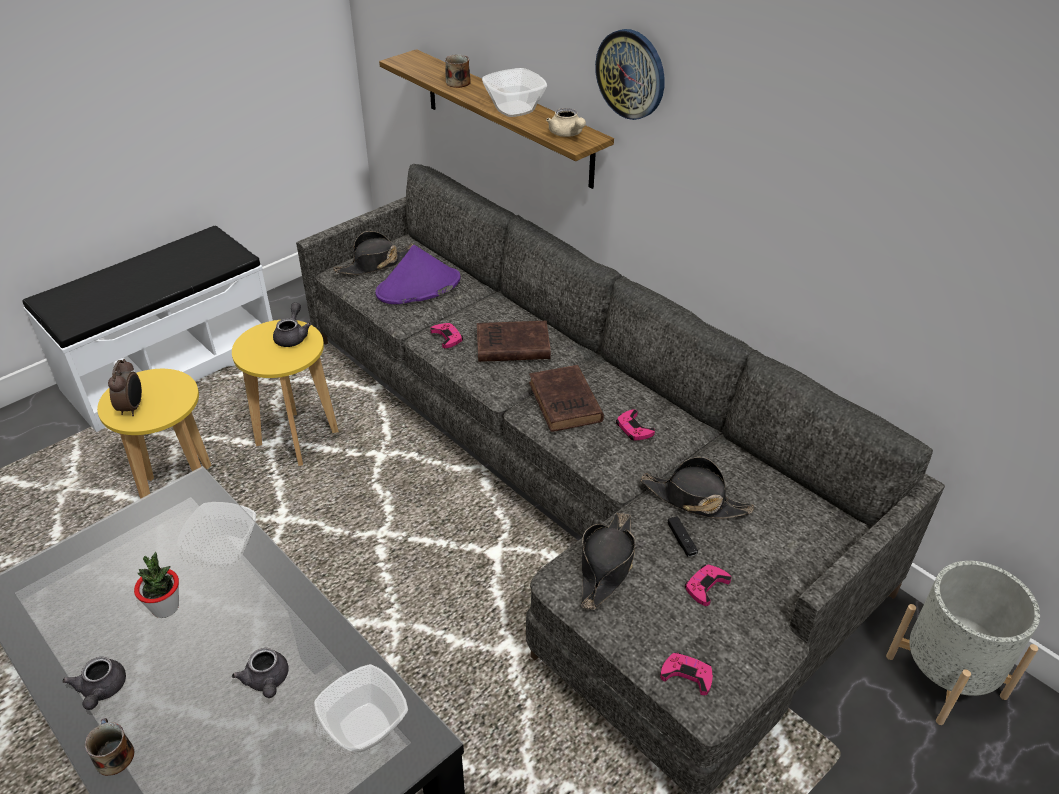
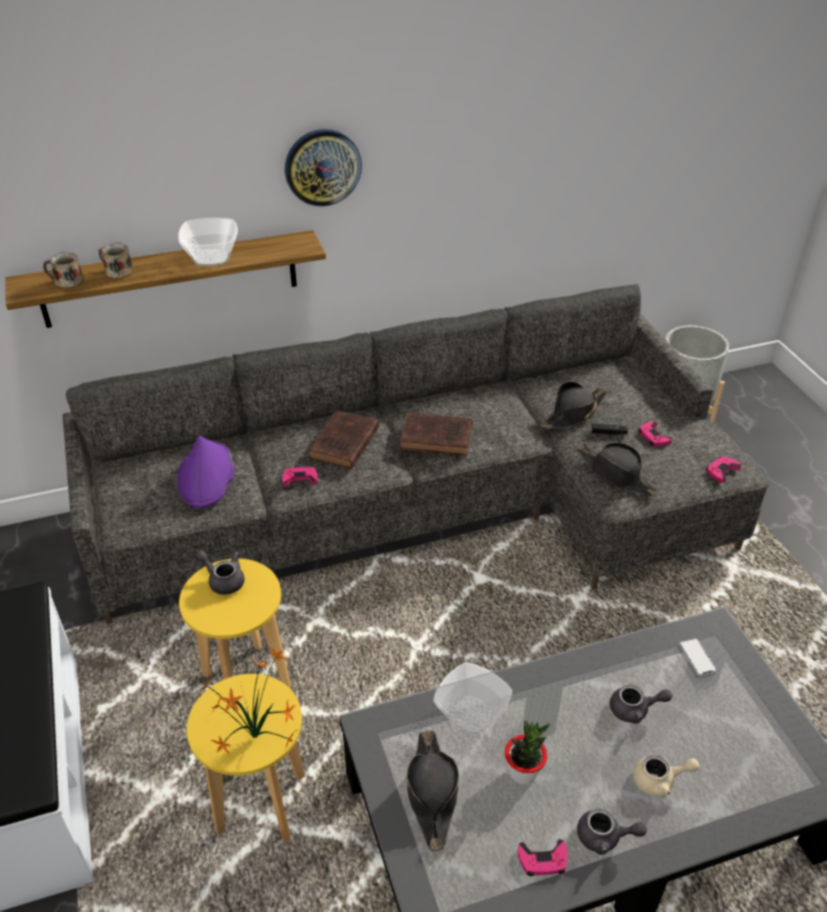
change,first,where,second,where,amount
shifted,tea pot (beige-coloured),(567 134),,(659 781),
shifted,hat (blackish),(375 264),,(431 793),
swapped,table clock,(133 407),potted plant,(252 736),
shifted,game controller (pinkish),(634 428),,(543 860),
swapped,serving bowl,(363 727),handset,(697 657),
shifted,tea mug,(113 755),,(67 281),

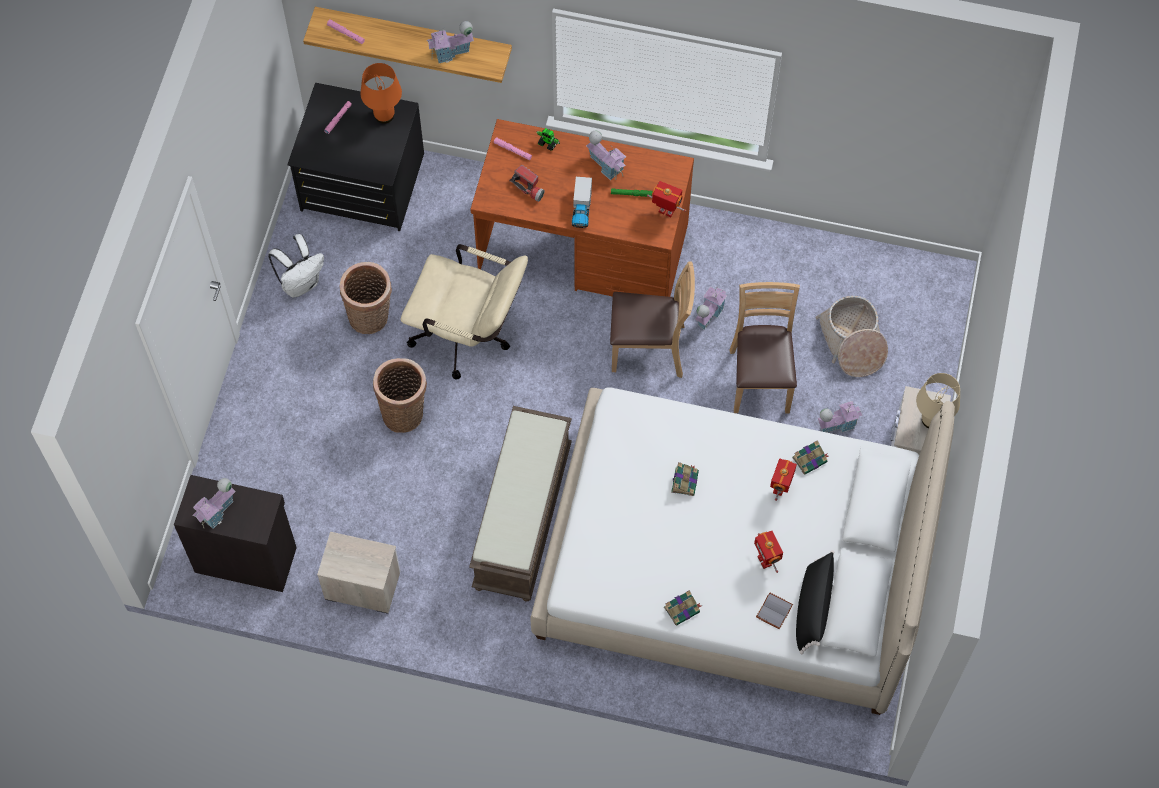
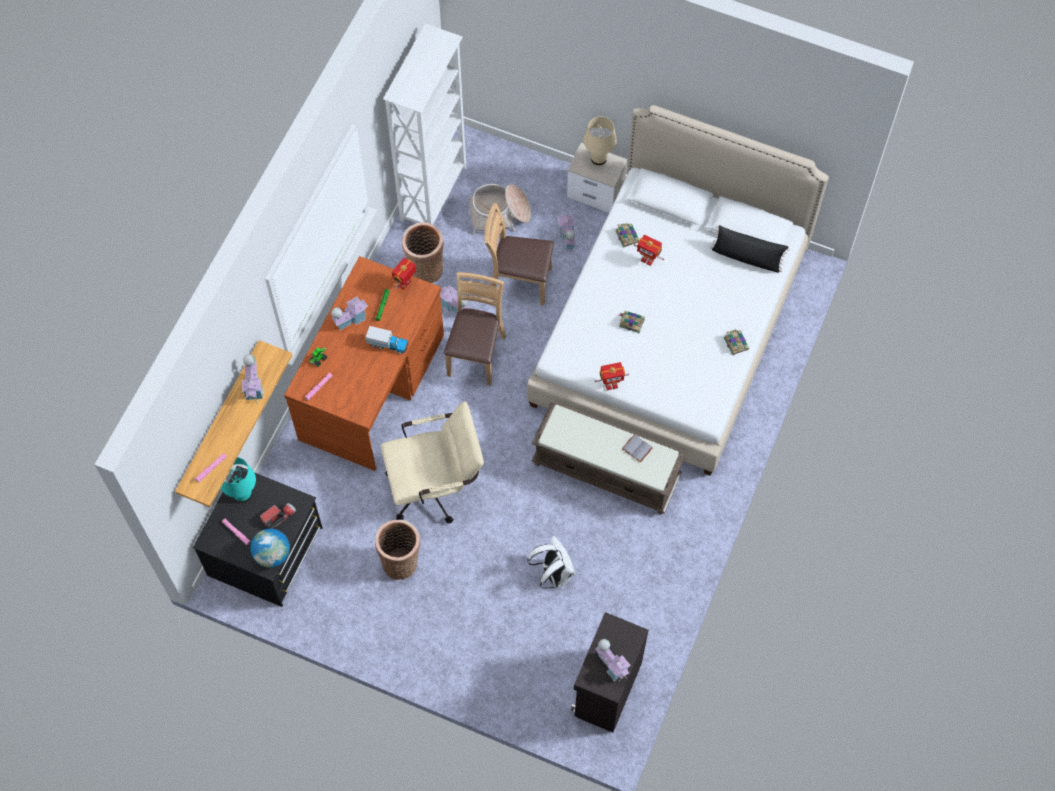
change,first,where,second,where,amount
repainted,tabletop lamp (orange-coloured),(384 115),tabletop lamp (turquoise-coloured),(243 494),
shifted,flashlight,(529 187),,(278 516),
shifted,rucksack (white-coloured),(301 283),,(553 573),
rotated,computer chair (beige-coloured),(468 336),,(436 487),45 degrees clockwise
shifted,storage basket,(404 412),,(425 268),
shifted,model robot,(765 560),,(611 385),
gone,night table,(361 585),,,
shifted,book (greyish),(773 610),,(636 449),
new,,,bookcase (white-coloured),(434 193),
new,,,desk globe,(272 555),

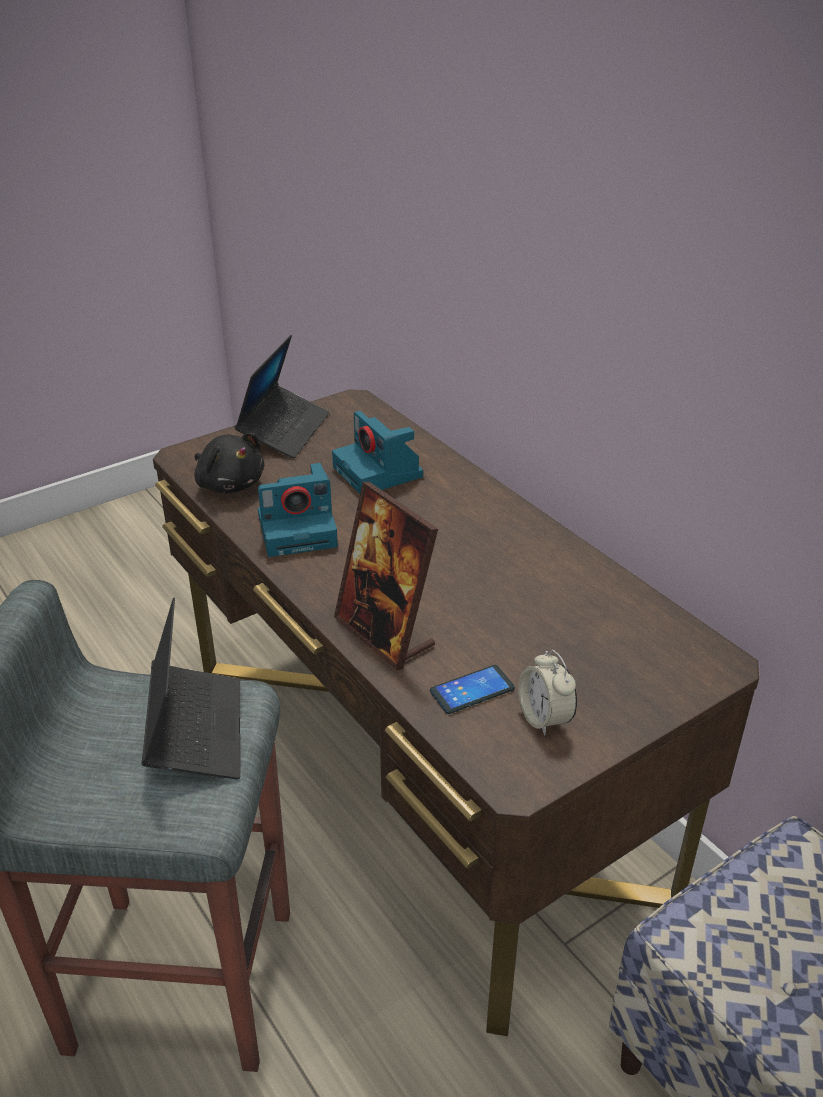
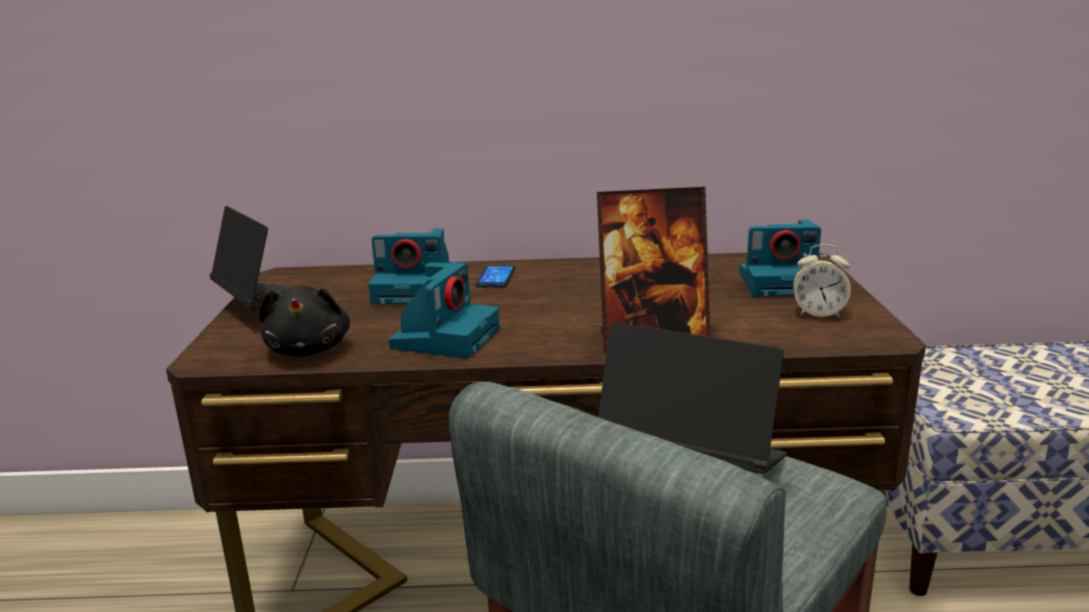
change,first,where,second,where,amount
rotated,plush toy (blackish),(229 484),,(309 349),90 degrees clockwise
shifted,handset,(472 690),,(496 277),
new,,,photo camera,(781 283),

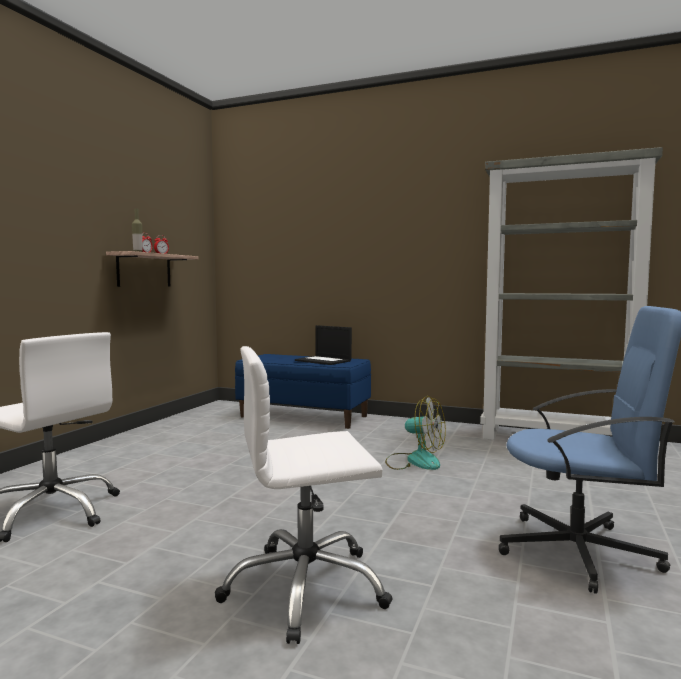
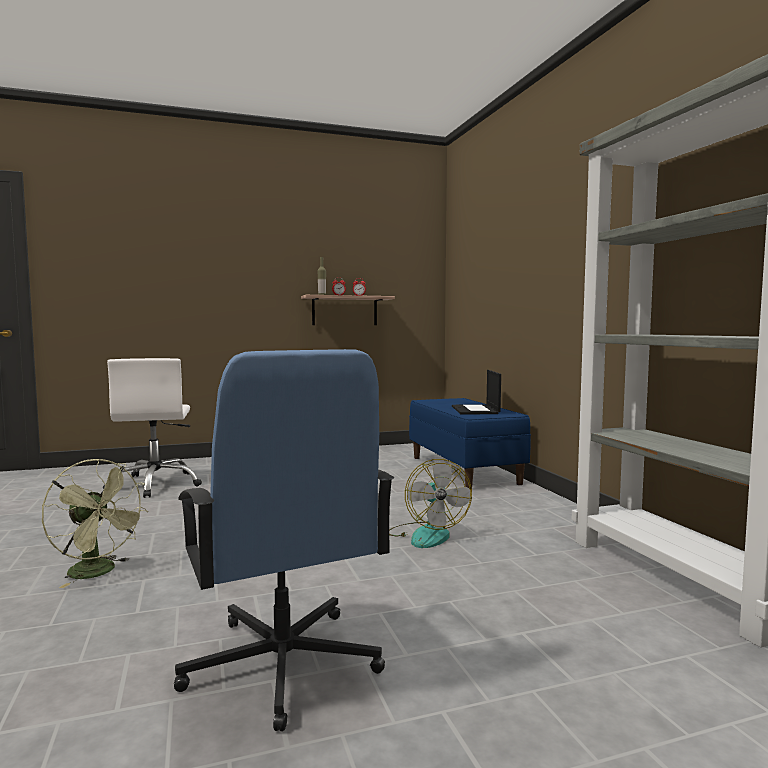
change,first,where,second,where,amount
swapped,computer chair (white-coloured),(305 588),cooling fan (green-coloured),(99 572),

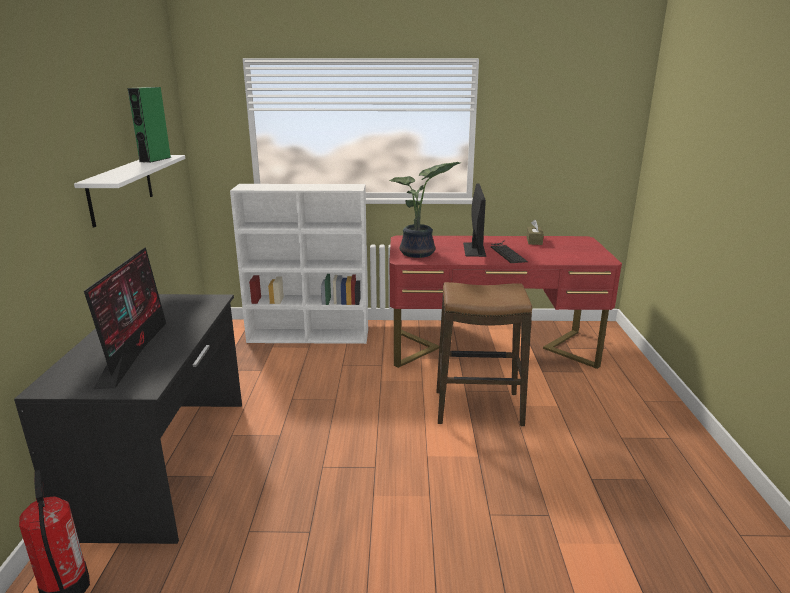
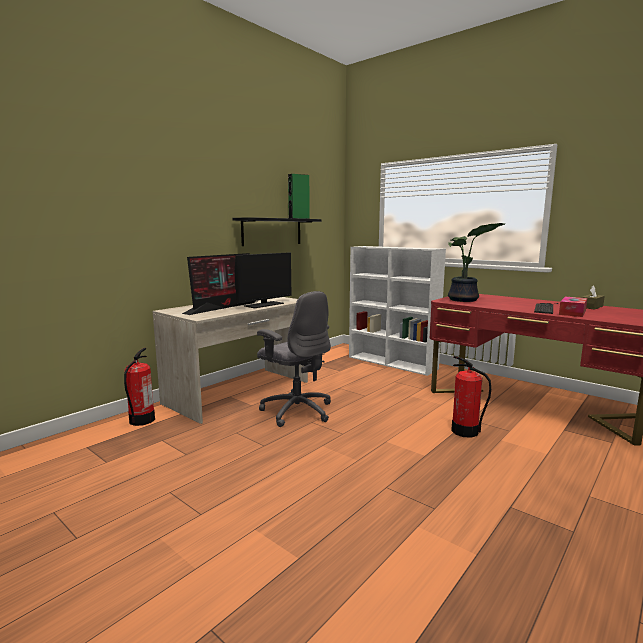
change,first,where,second,where,amount
repainted,shelf (white-coloured),(121 189),shelf (blackish),(272 231),
shifted,computer display,(474 249),,(264 304),
swapped,stool seat,(478 408),fire extinguisher,(465 431),
repainted,desk unit (blackish),(166 462),desk unit (beige-coloured),(239 392),
new,,,computer chair (greyish),(296 411),
new,,,tissue holder,(572 312),

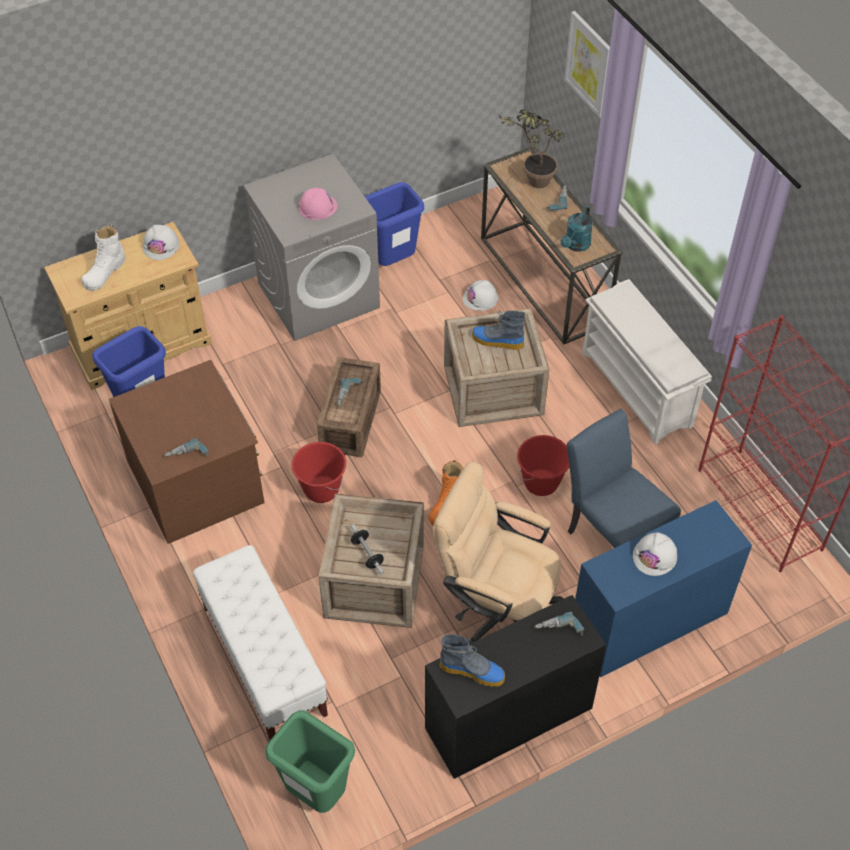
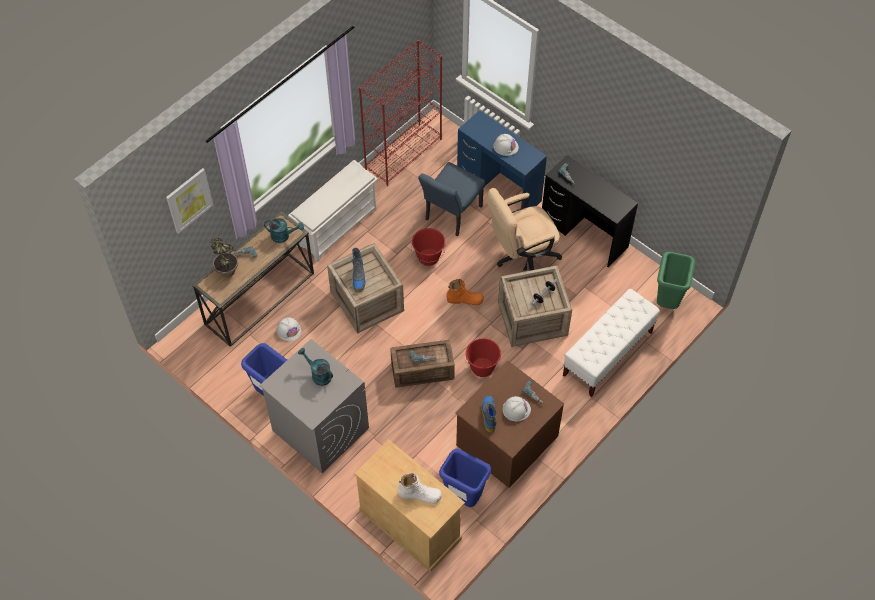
change,first,where,second,where,amount
swapped,work helmet (pinkish),(318 207),watering can (turquoise-coloured),(318 374),
shifted,work helmet (white-coloured),(161 245),,(516 409),
rotated,computer chair (beige-coloured),(496 606),,(521 256),60 degrees clockwise
shifted,boot,(472 671),,(488 415),

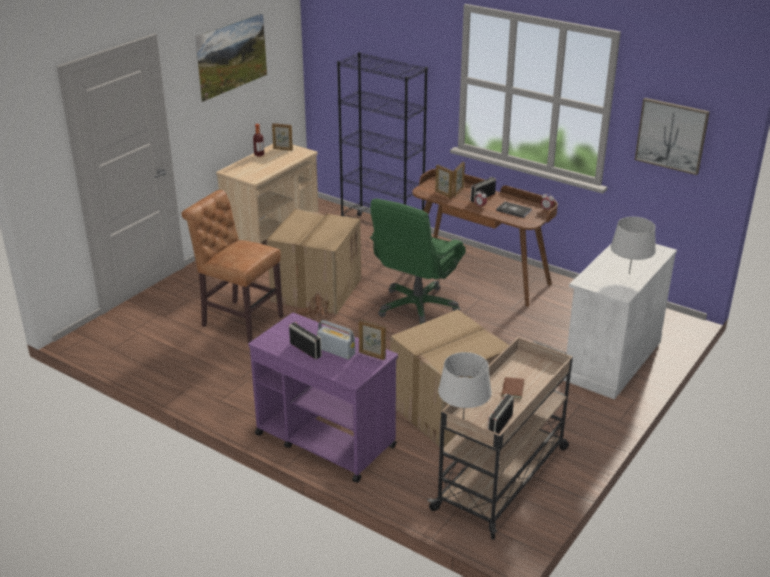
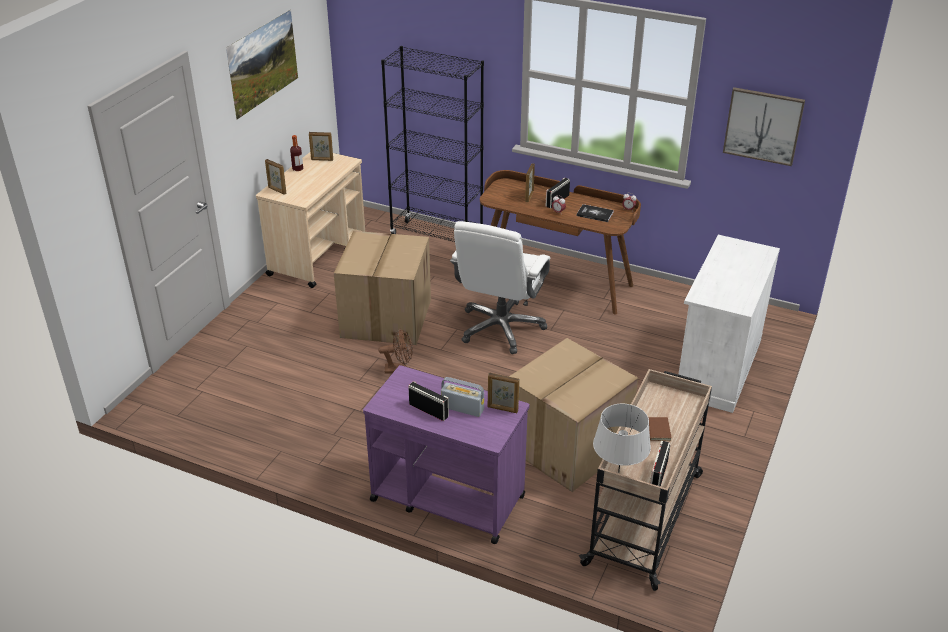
change,first,where,second,where,amount
shifted,photo frame,(443 194),,(277 190),
gone,plain chair (brown-coloured),(239 320),,,
repainted,computer chair (green-coloured),(417 307),computer chair (white-coloured),(501 328),
gone,tabletop lamp (greyish),(629 274),,,

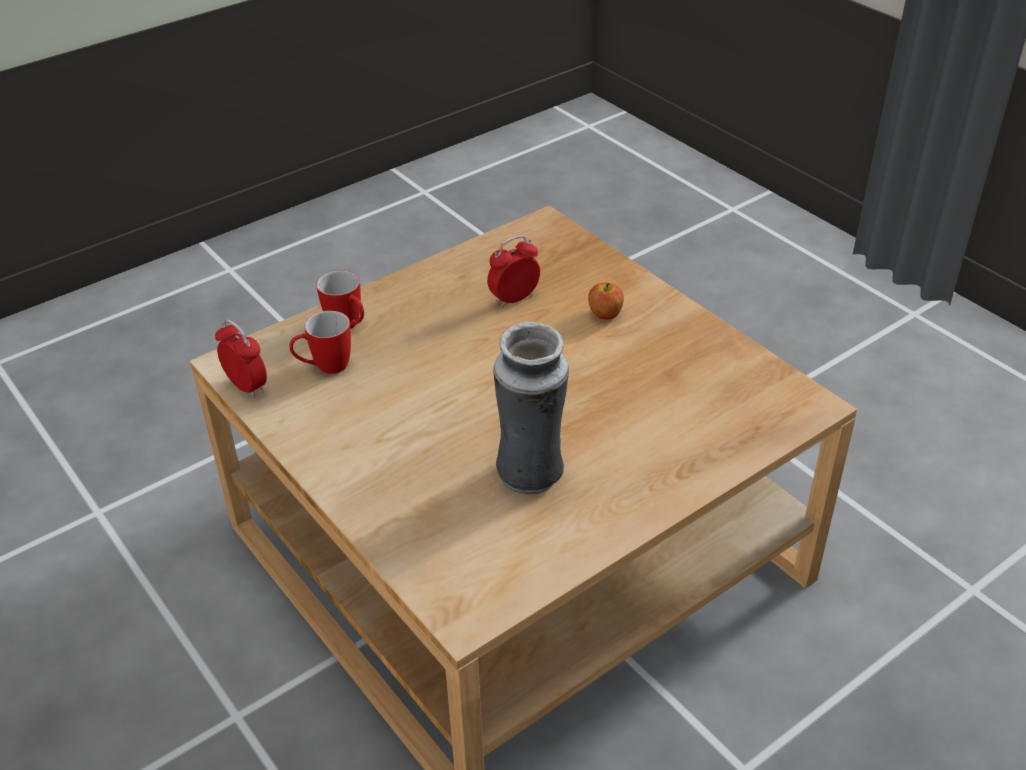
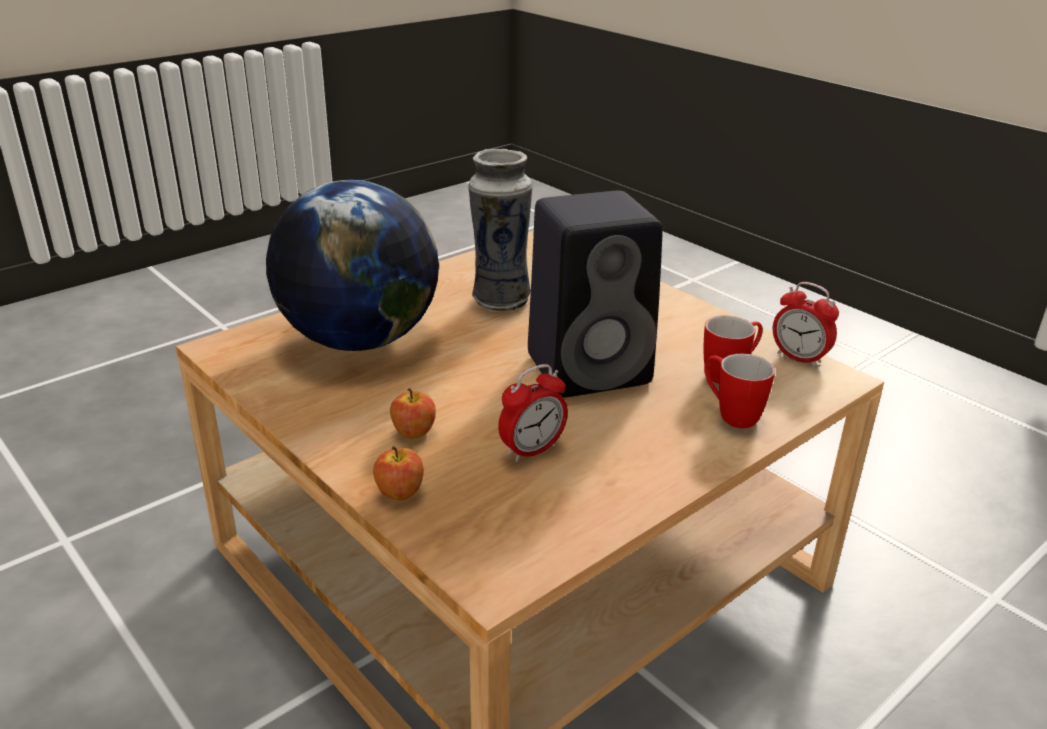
change,first,where,second,where,amount
new,,,desk globe,(358 340),
new,,,speaker (blackish),(592 368),
new,,,apple fruit,(399 492),

